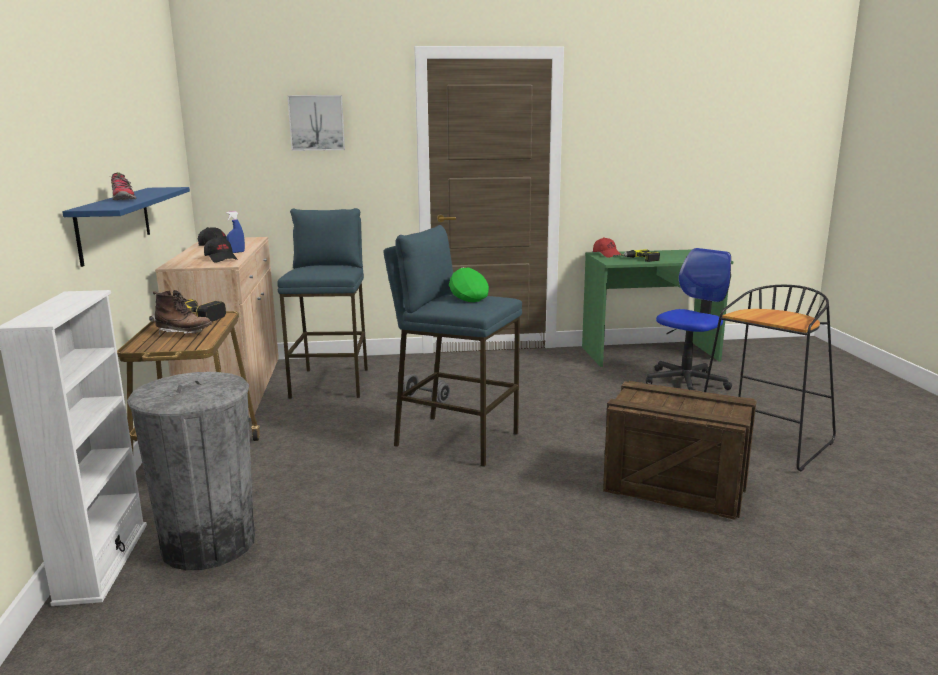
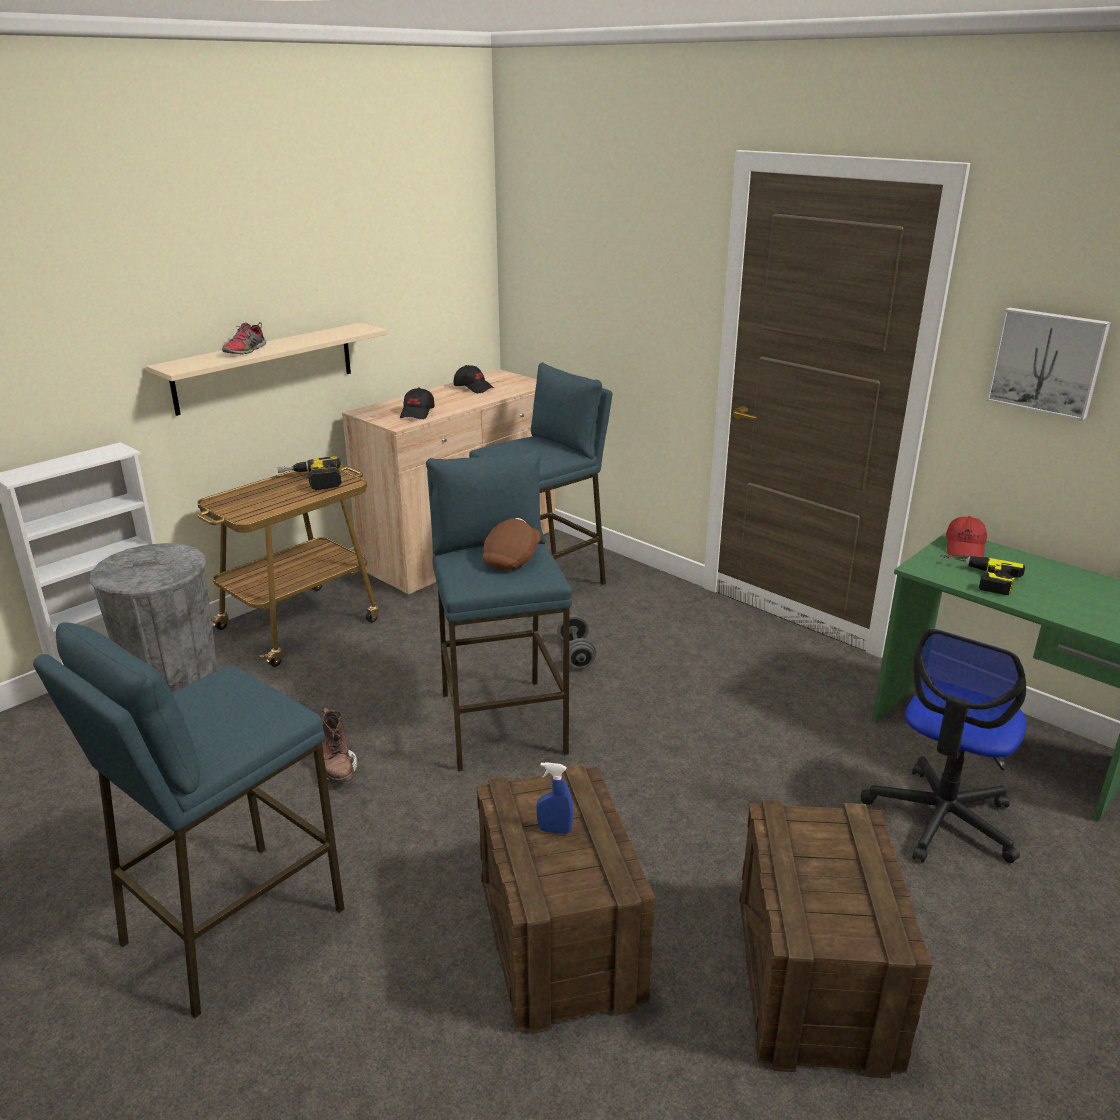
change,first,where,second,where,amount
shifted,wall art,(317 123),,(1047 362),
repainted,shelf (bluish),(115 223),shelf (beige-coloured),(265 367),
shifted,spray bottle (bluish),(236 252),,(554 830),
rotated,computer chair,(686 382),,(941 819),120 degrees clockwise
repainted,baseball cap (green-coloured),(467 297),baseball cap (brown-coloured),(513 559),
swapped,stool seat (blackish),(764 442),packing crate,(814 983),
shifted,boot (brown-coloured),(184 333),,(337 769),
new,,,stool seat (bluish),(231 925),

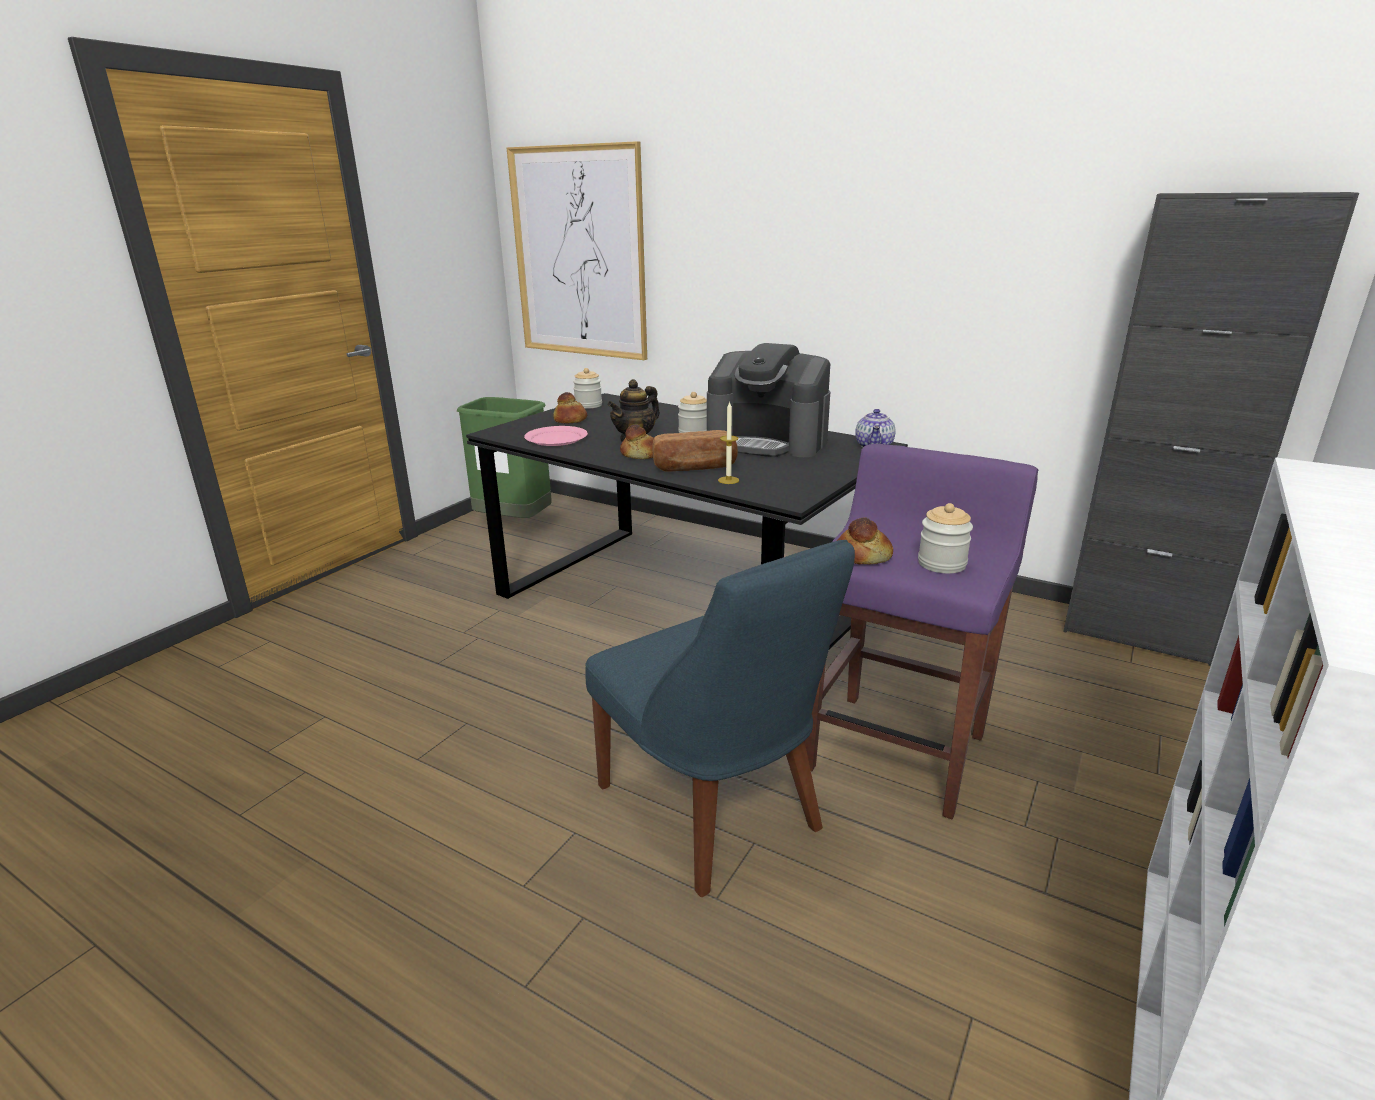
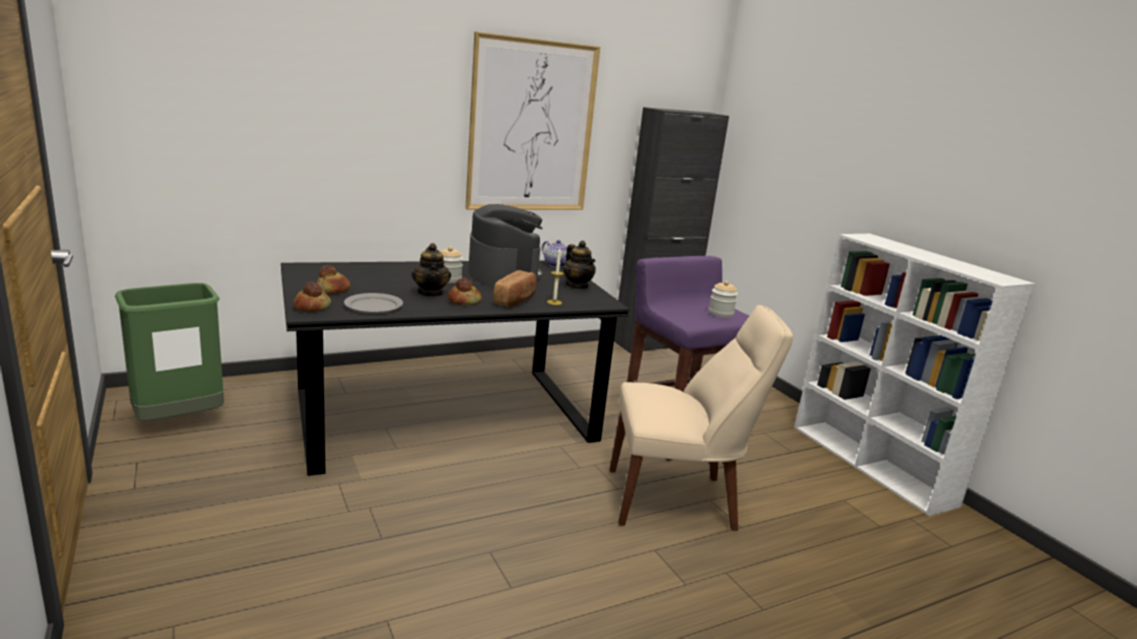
change,first,where,second,where,amount
shifted,wall art,(579 254),,(531 127),
rotated,coffee maker,(768 442),,(503 274),75 degrees counterclockwise
gone,storage jar,(588 405),,,
repainted,flat dish (pinkish),(555 439),flat dish (greyish),(373 306),
shifted,bakery bread,(862 556),,(311 307),
repainted,plain chair (bluish),(714 812),plain chair (beige-coloured),(677 500),
new,,,tea pot,(577 286),

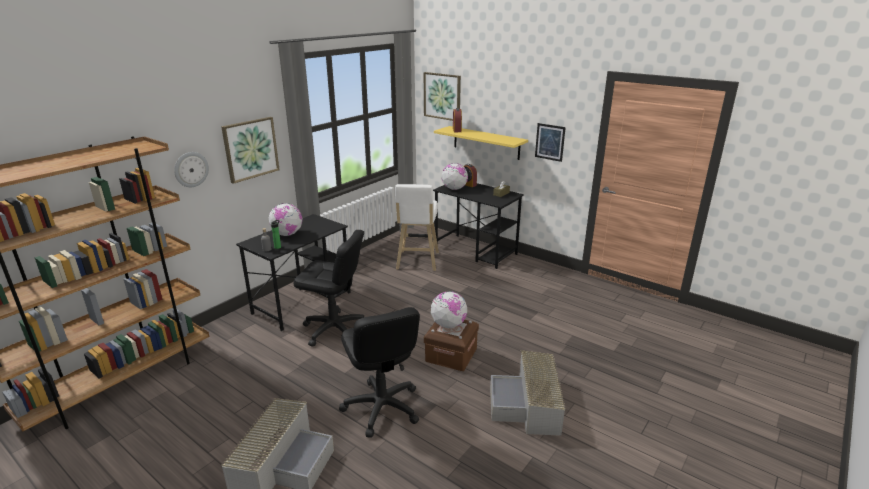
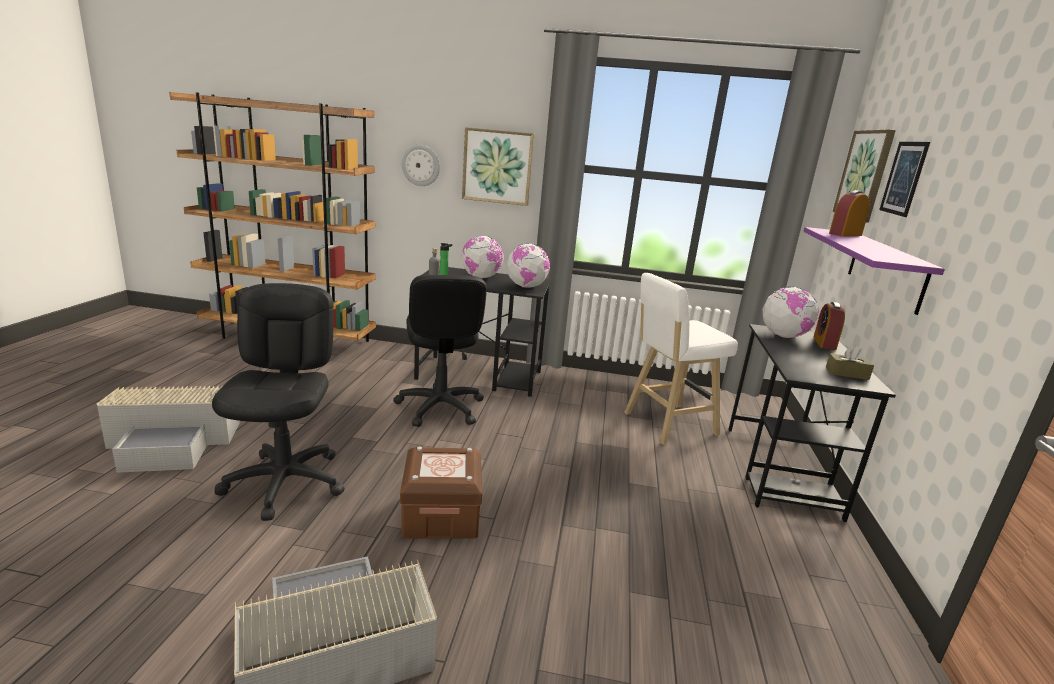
change,first,where,second,where,amount
shifted,wall art,(550 142),,(904 178),
repainted,shelf (yellow-coloured),(486 142),shelf (purplish),(885 269),
shifted,desk globe,(448 325),,(526 286),
rotated,computer chair (blackish),(381 407),,(286 482),135 degrees clockwise

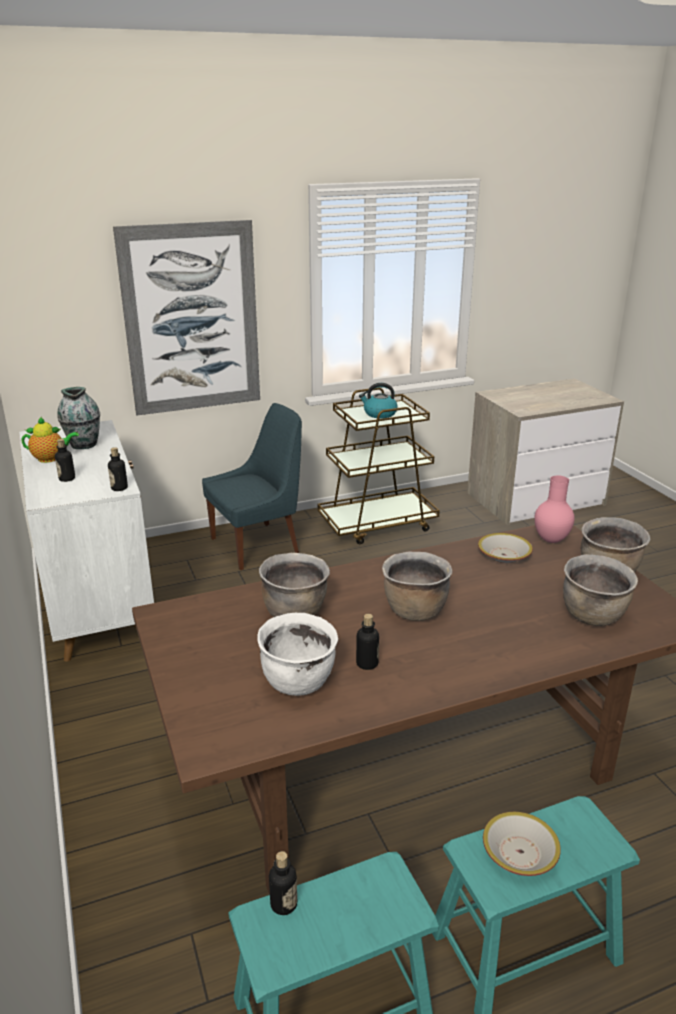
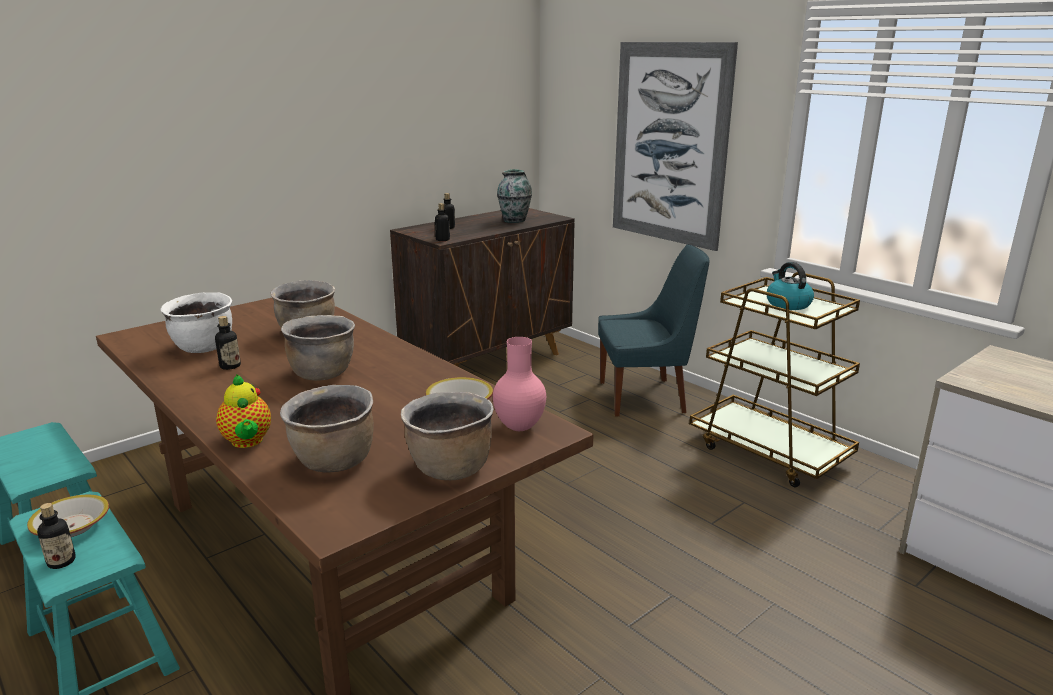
change,first,where,second,where,amount
rotated,plain chair (bluish),(258 545),,(645 397),45 degrees counterclockwise
shifted,tea pot,(51 459),,(247 442),
repainted,cupboard (white-coloured),(98 607),cupboard (brown-coloured),(488 361),
shifted,bottle,(283 904),,(61 562),

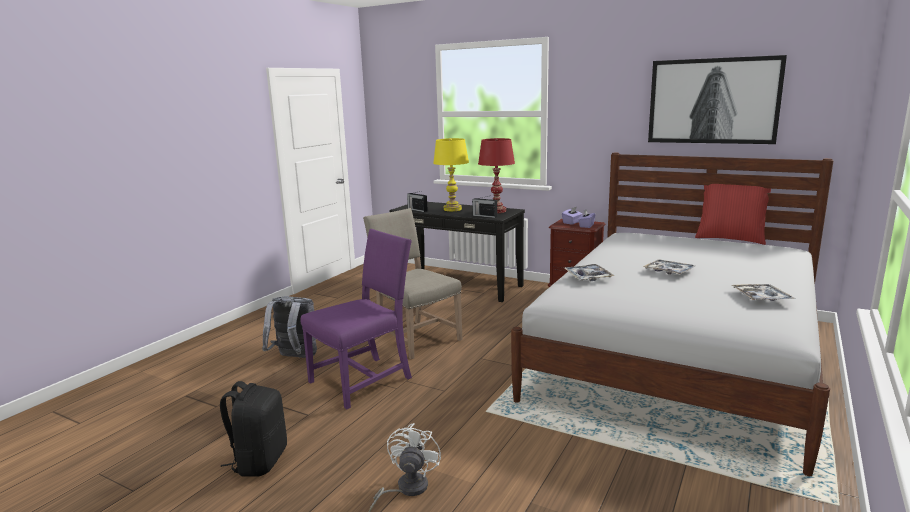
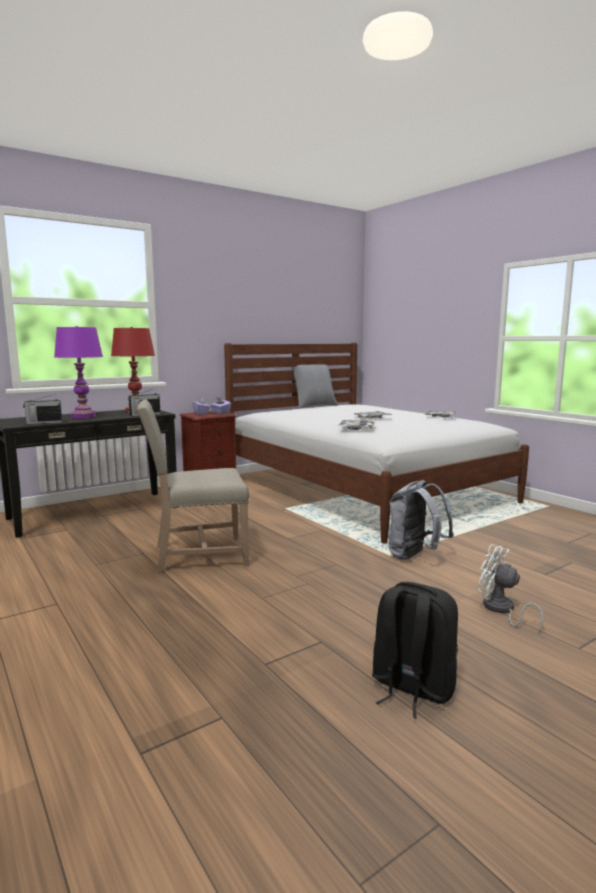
change,first,where,second,where,amount
gone,wall art,(713 101),,,
repainted,tabletop lamp (yellow-coloured),(452 209),tabletop lamp (purplish),(83 416),
repainted,pillow (red-coloured),(730 239),pillow (greyish),(313 406),
gone,plain chair (purplish),(364 380),,,
shifted,rucksack (greyish),(294 358),,(415 556),

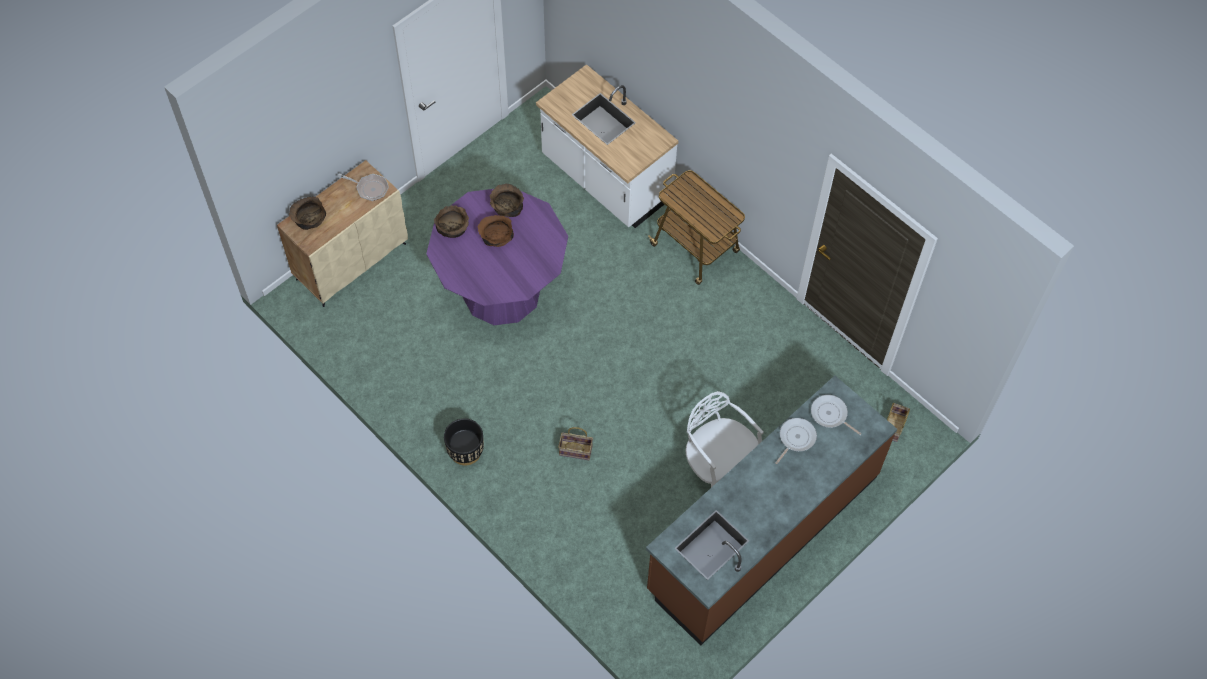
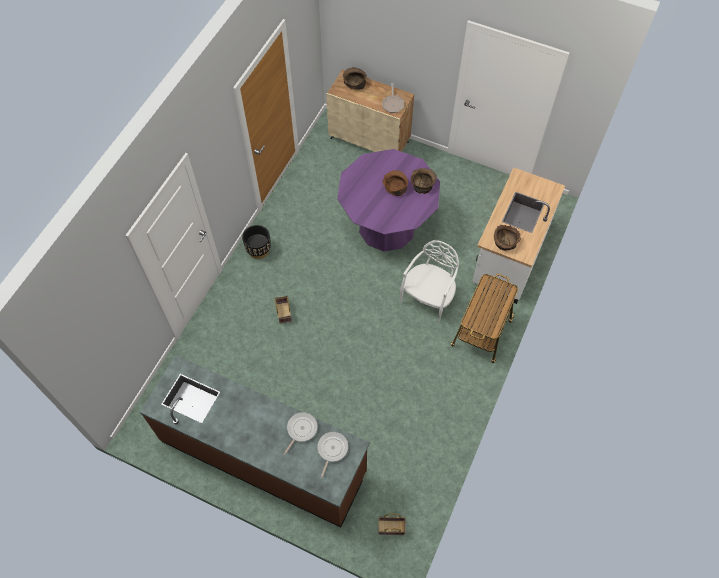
change,first,where,second,where,amount
shifted,serving bowl (brown-coloured),(453 227),,(505 242),
shifted,plain chair (white-coloured),(718 464),,(428 298),
rotated,frying pan,(795 438),,(301 429),75 degrees counterclockwise

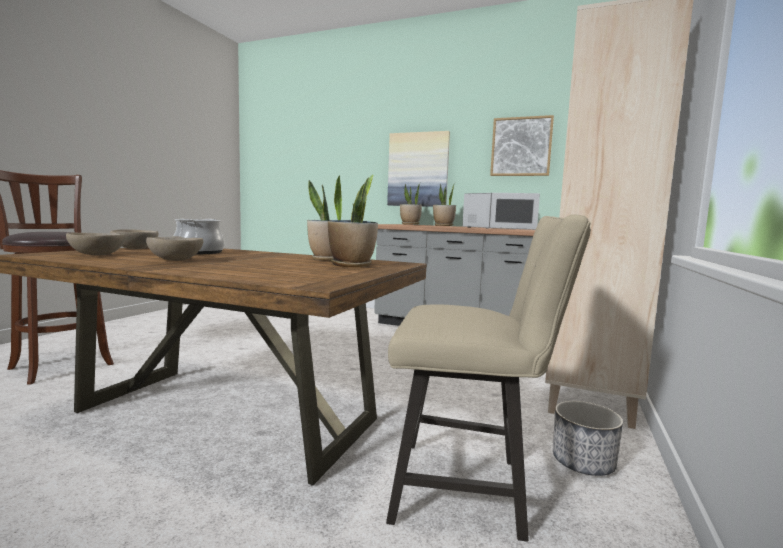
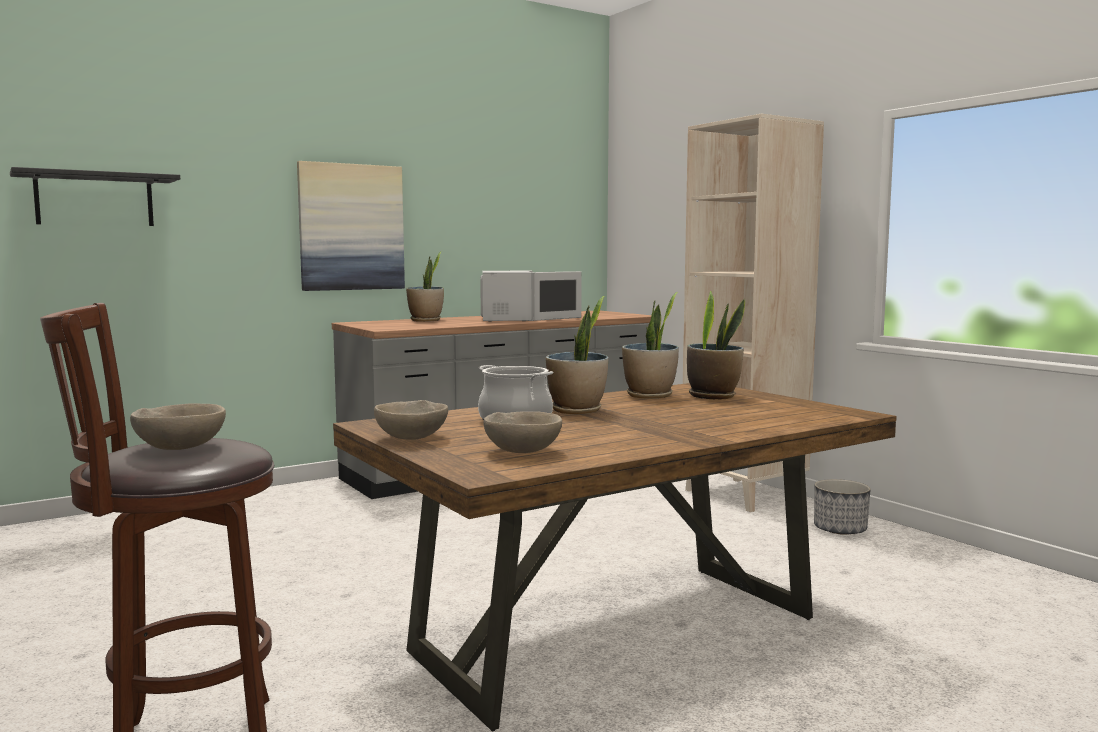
change,first,where,second,where,amount
gone,wall art,(521 147),,,
shifted,potted plant,(410 224),,(577 410),
gone,plain chair (beige-coloured),(471 489),,,
shifted,serving bowl (beige-coloured),(176 260),,(181 448),
new,,,shelf (blackish),(95 200),

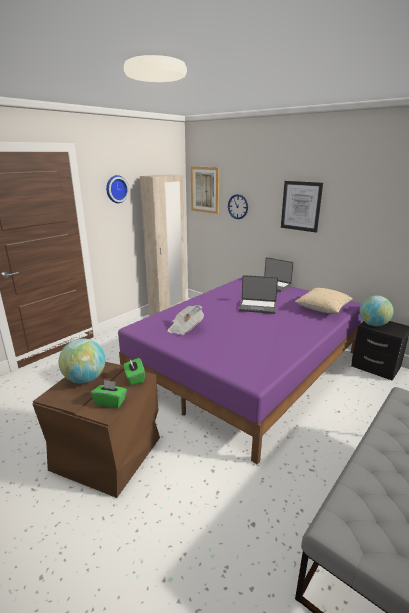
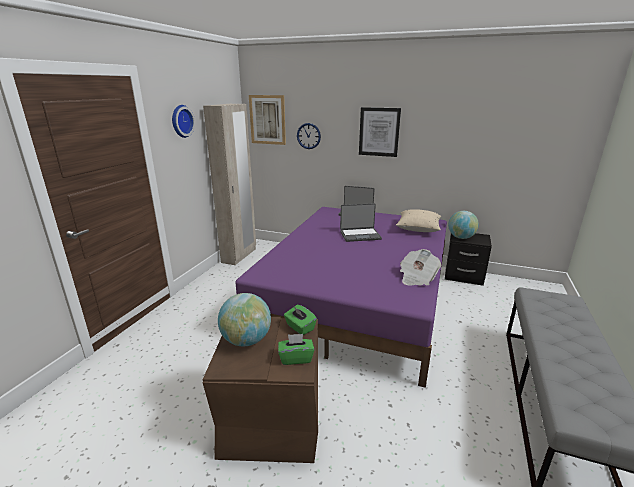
change,first,where,second,where,amount
shifted,daily paper,(185 328),,(417 277),

